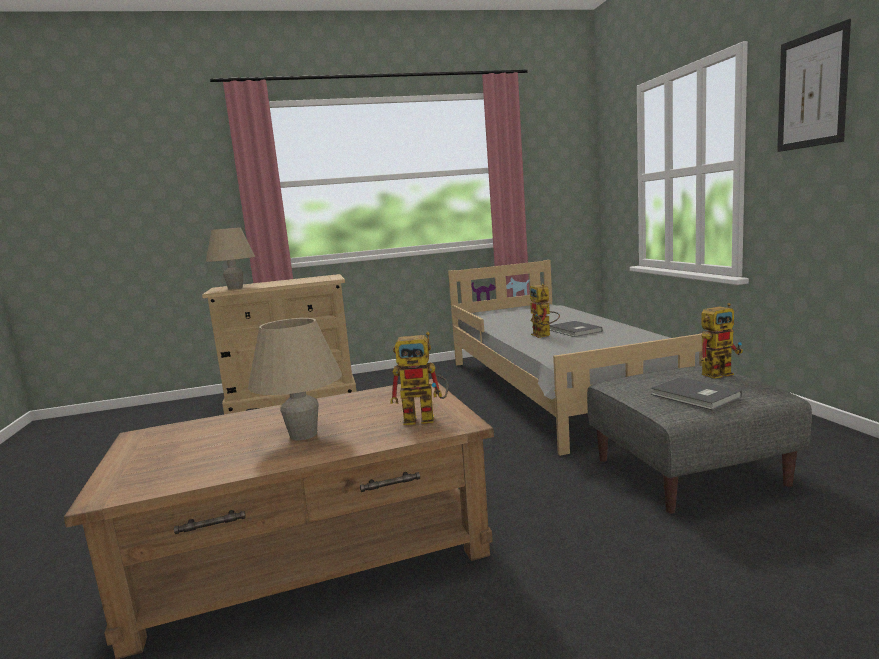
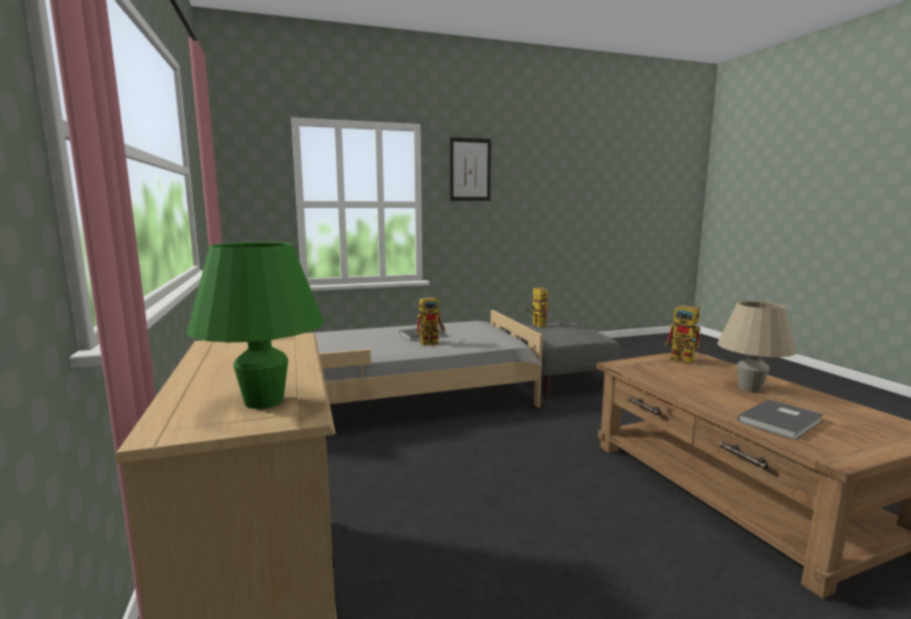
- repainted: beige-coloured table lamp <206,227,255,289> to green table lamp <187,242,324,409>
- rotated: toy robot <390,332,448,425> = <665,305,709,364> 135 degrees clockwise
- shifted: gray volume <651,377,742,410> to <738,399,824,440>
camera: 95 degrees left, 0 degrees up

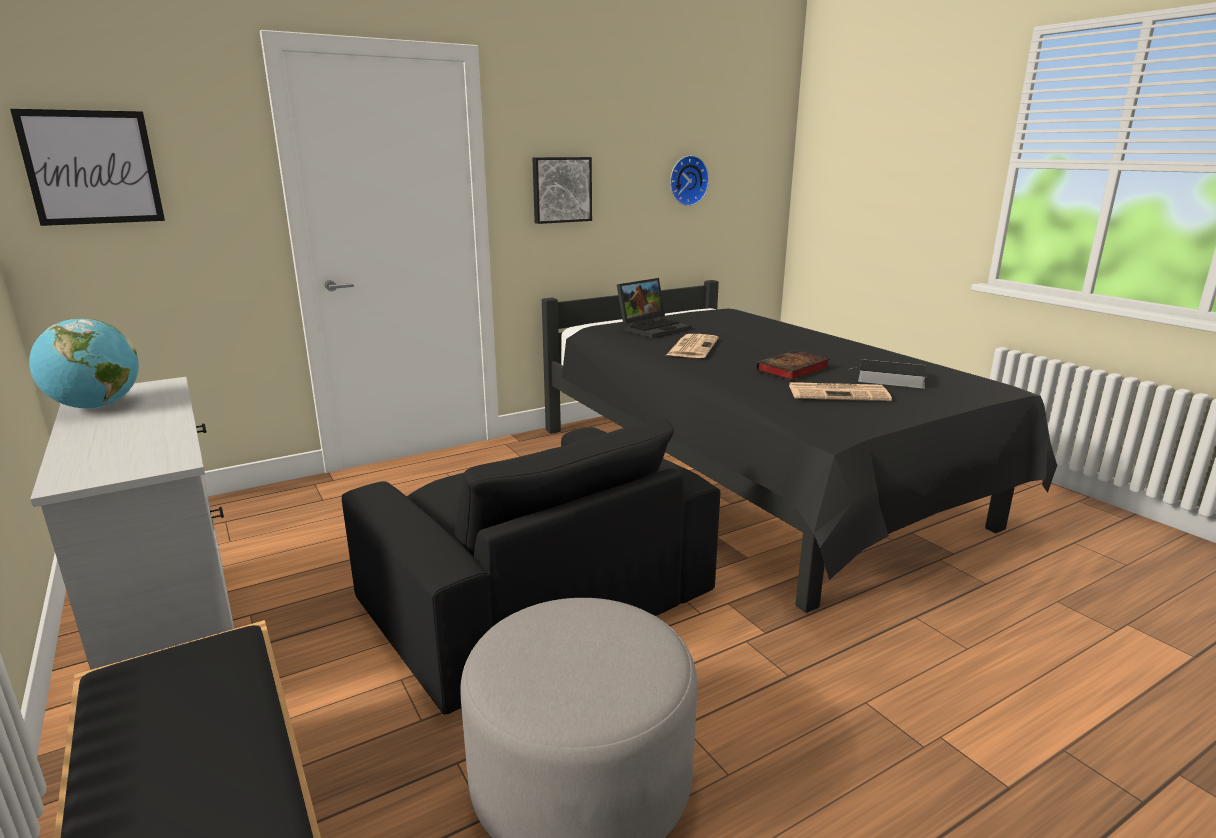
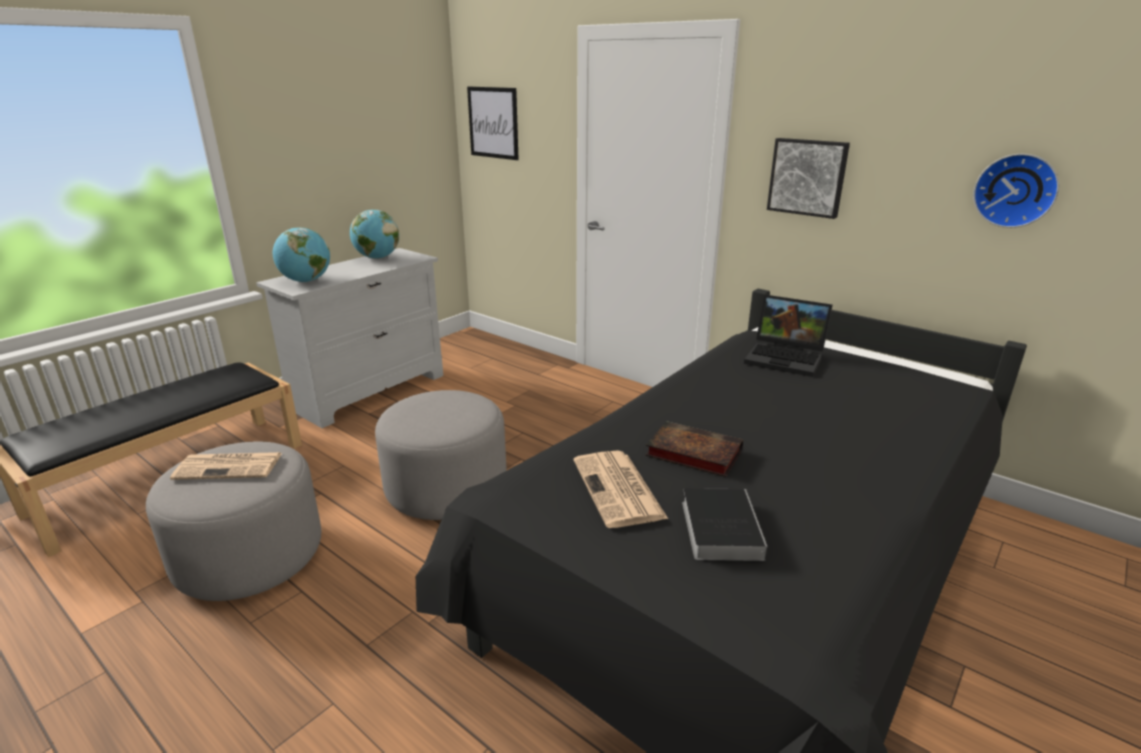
- swapped: black lounge chair <342,419,720,715> to gray ottoman <375,390,507,520>
- shifted: newspaper <666,334,718,358> to <170,452,282,480>
- new: desk globe <273,228,330,282>
camera: 70 degrees right, 5 degrees up

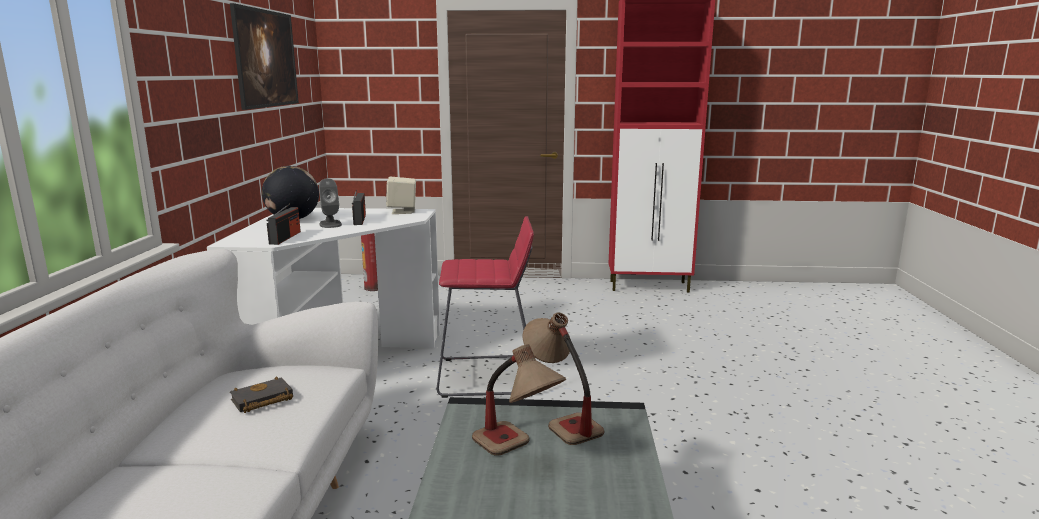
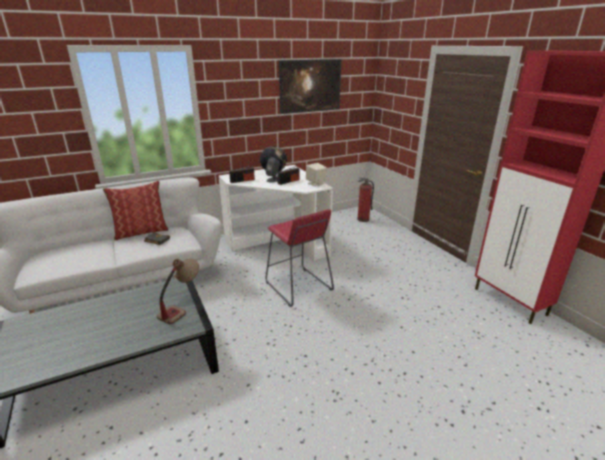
- gone: table lamp <472,344,566,456>
- new: throw pillow <103,181,169,241>
camera: 60 degrees right, 10 degrees up

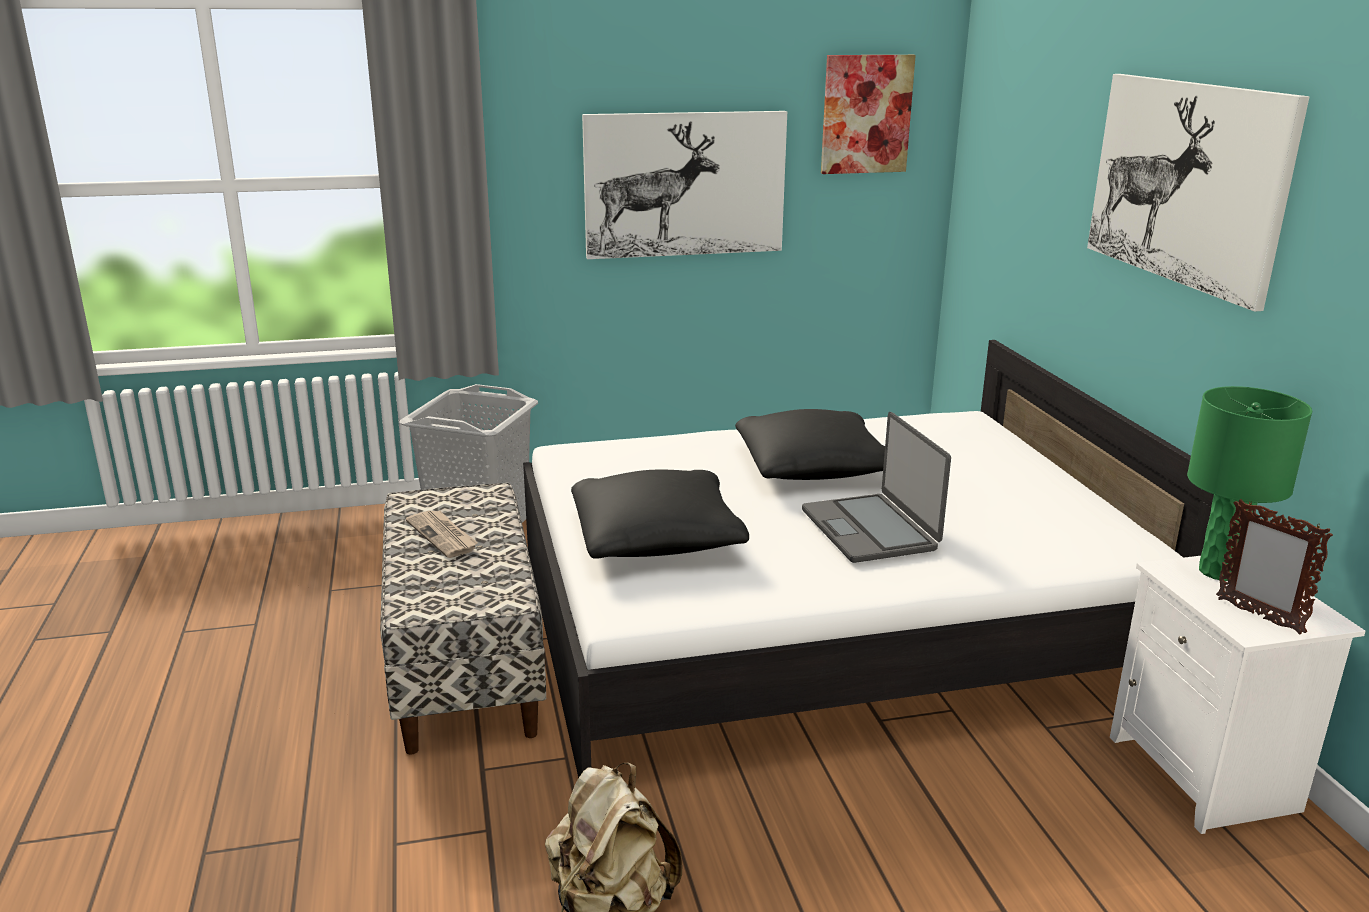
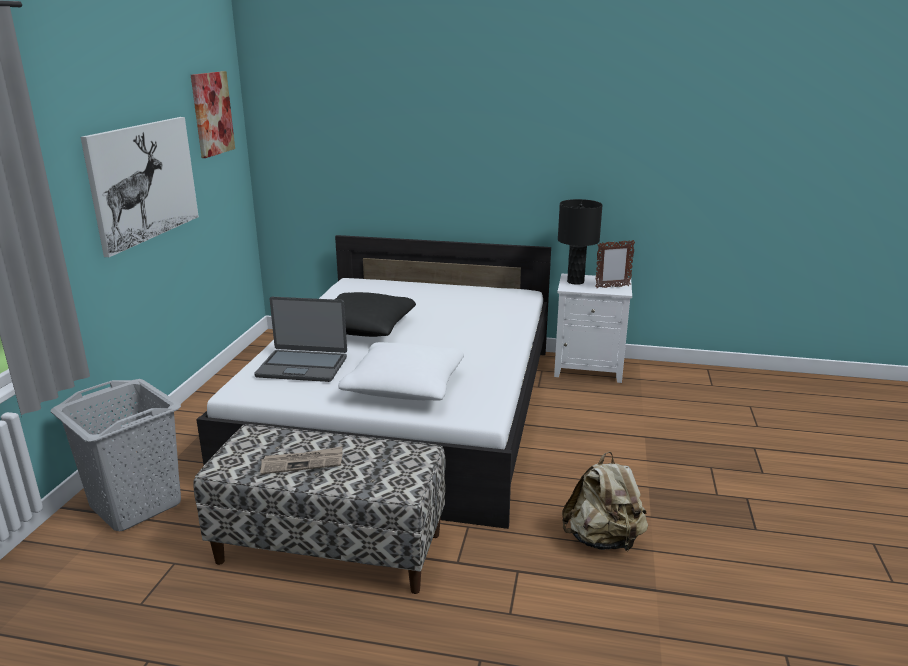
- repainted: black throw pillow <571,470,749,559> to white throw pillow <338,342,464,401>
- shifted: notebook computer <802,412,951,563> to <254,297,347,382>
- gone: wall art <1087,74,1309,312>
- repainted: green table lamp <1187,386,1312,581> to black table lamp <558,199,603,285>
camera: 65 degrees left, 0 degrees up

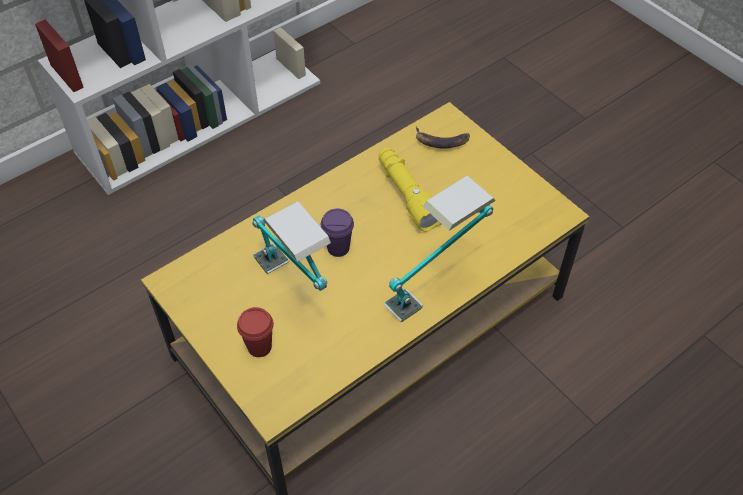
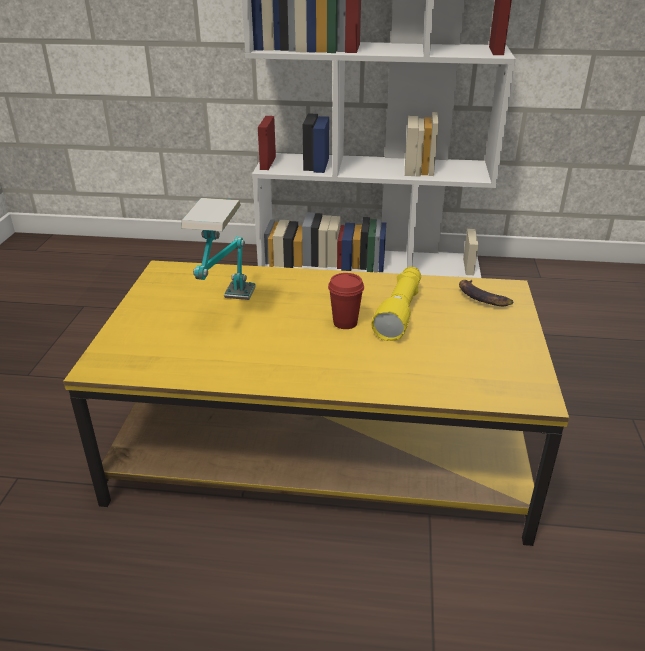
- shifted: red drinking cup <237,307,274,357> to <328,273,364,329>
- gone: purple drinking cup <321,208,354,257>
- gone: table lamp <384,175,496,322>
camera: 45 degrees right, 20 degrees down

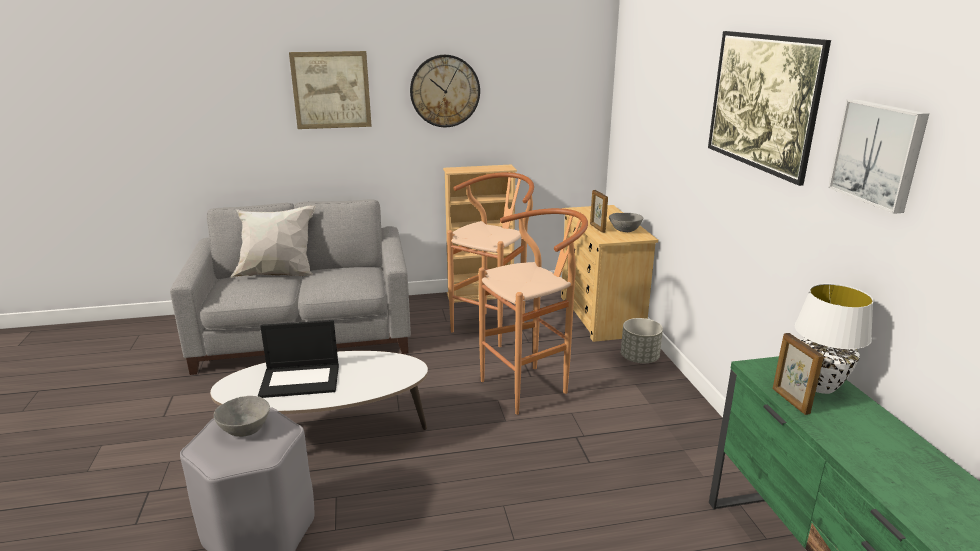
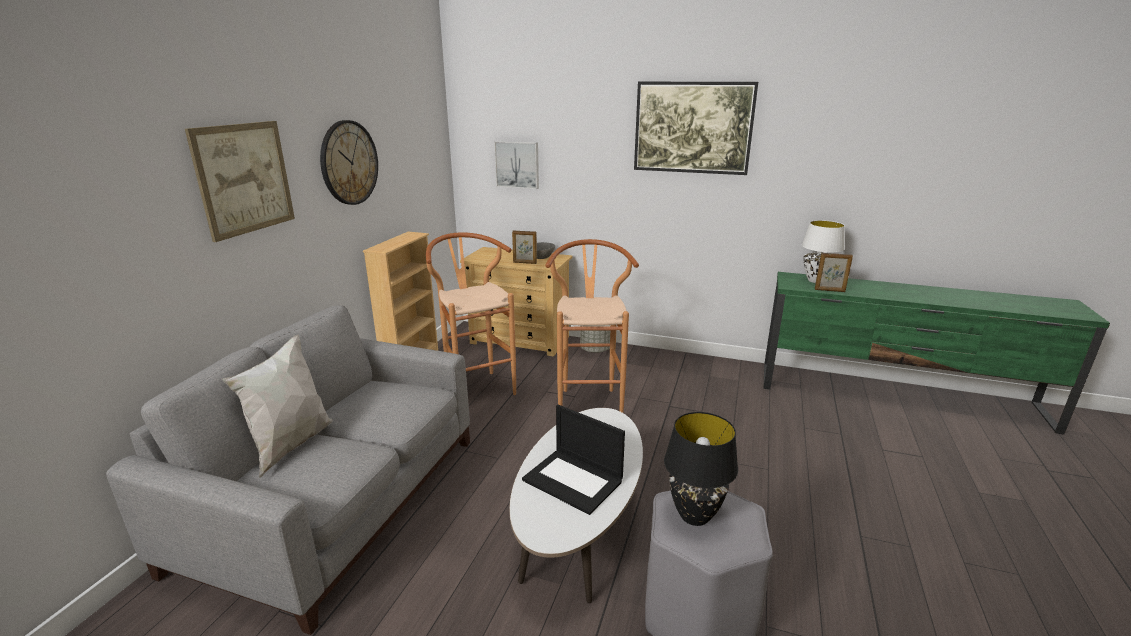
- swapped: gray serving bowl <214,396,270,437> to black table lamp <664,412,738,526>
- rotated: notebook computer <258,320,339,398> = <522,405,625,515> 105 degrees clockwise
- shifted: wall art <828,99,929,214> to <494,141,539,189>
camera: 60 degrees left, 0 degrees up

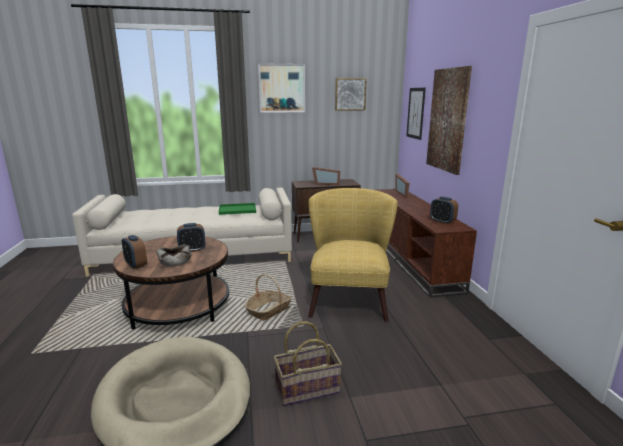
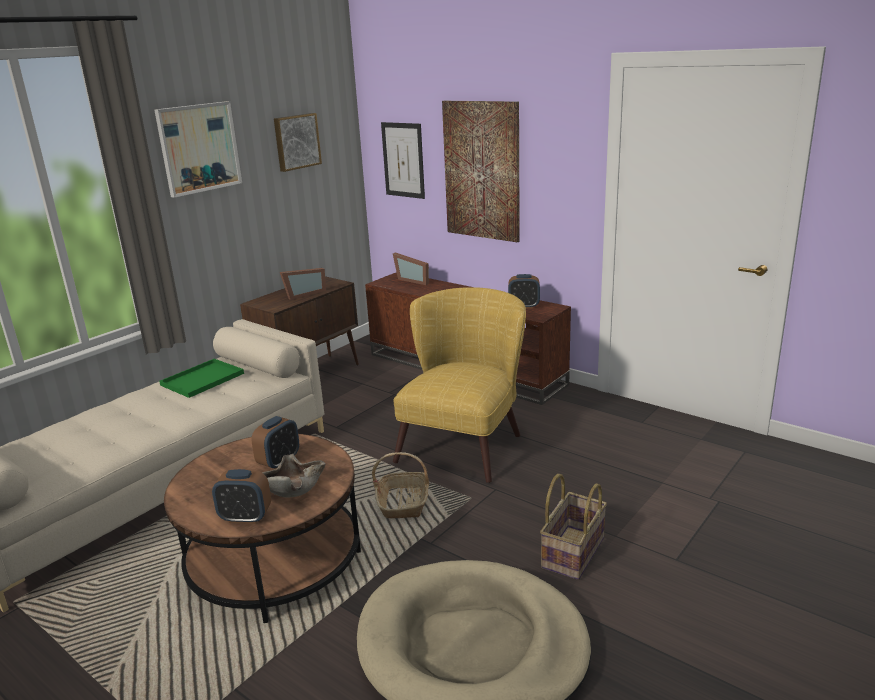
- rotated: yellow lounge chair <308,188,397,322> = <393,287,526,483> 60 degrees clockwise
camera: 40 degrees left, 5 degrees up

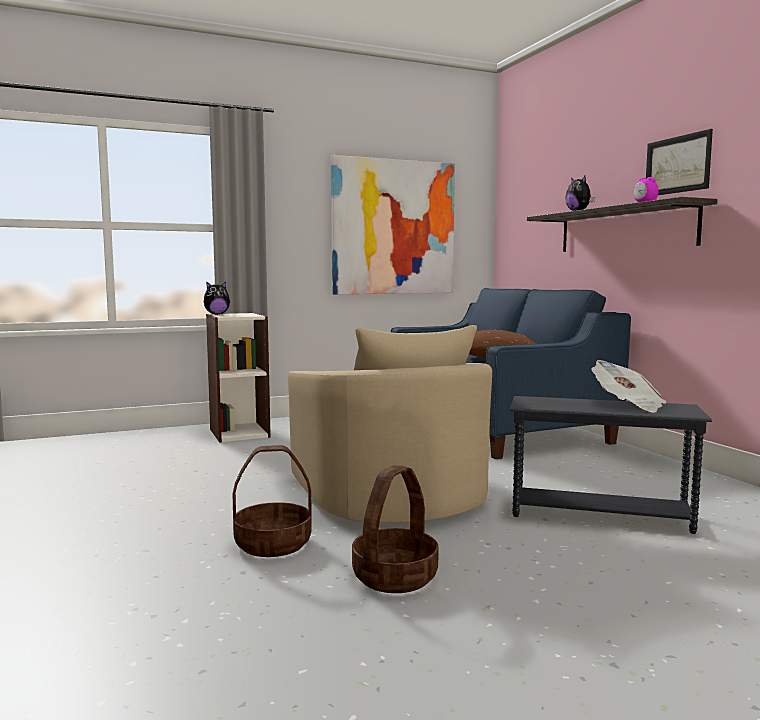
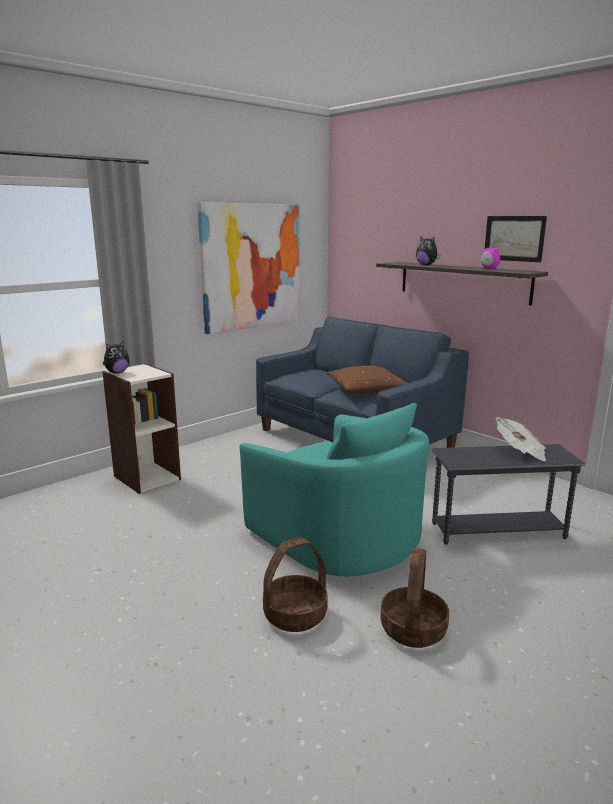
- repainted: beige-coloured lounge chair <288,325,492,523> to turquoise lounge chair <240,403,429,576>
camera: 20 degrees left, 10 degrees up

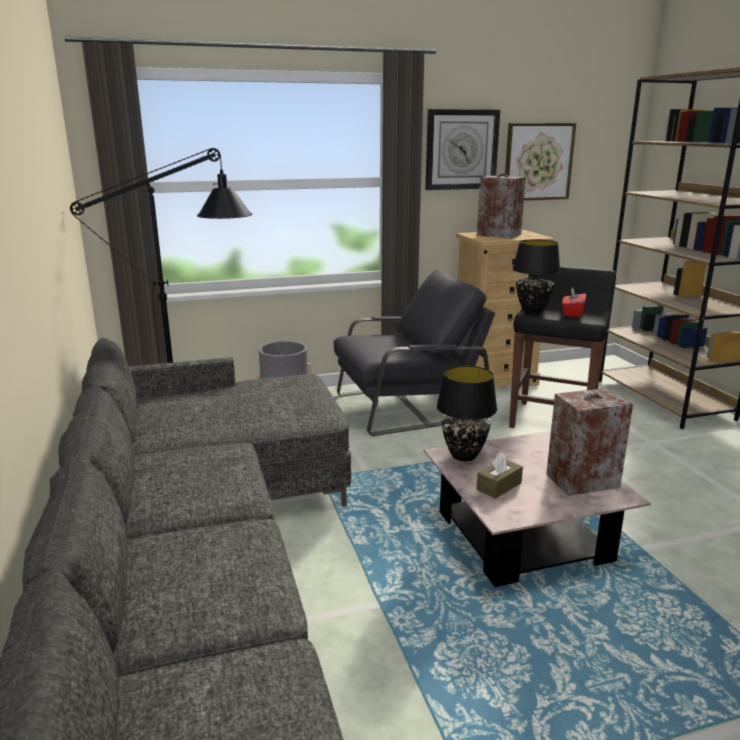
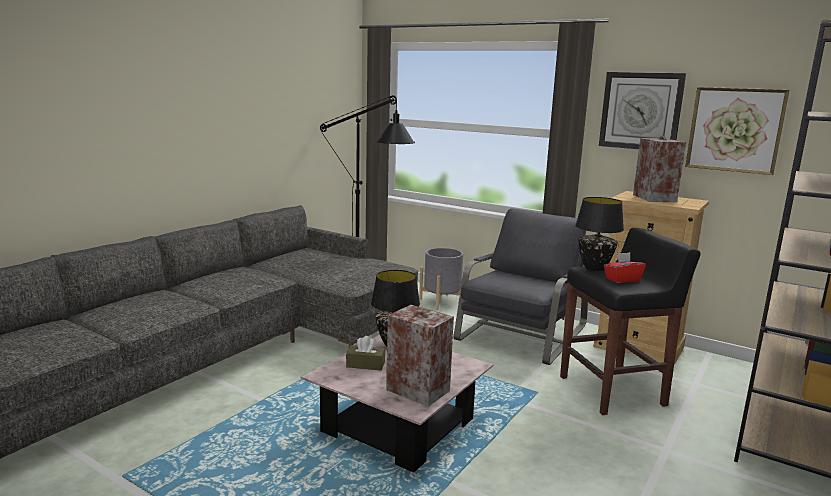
- rotated: gray lounge chair <334,270,495,436> = <454,208,588,365> 90 degrees counterclockwise
camera: 50 degrees right, 5 degrees down

